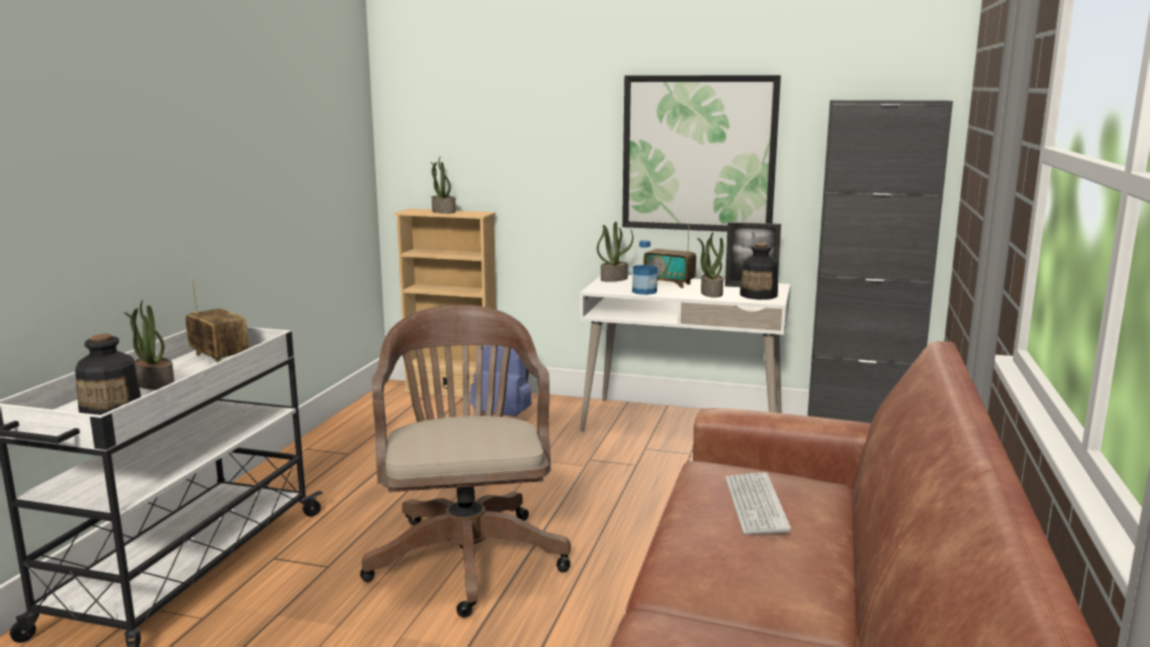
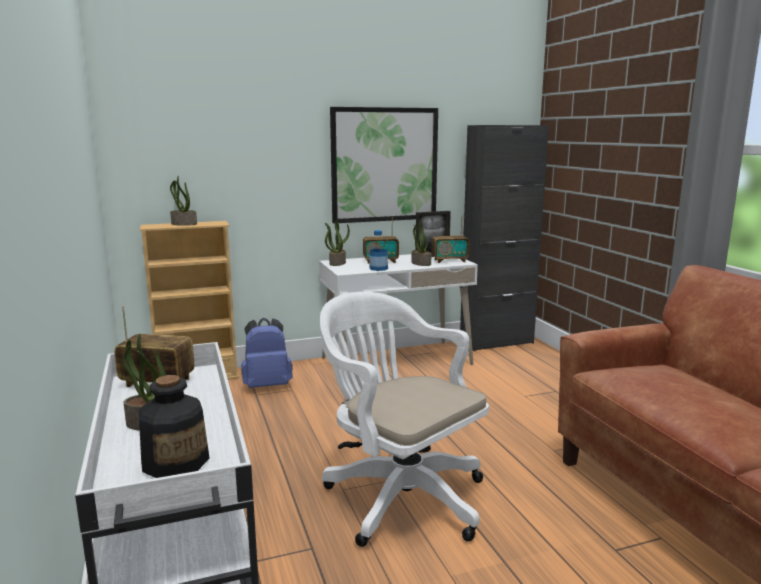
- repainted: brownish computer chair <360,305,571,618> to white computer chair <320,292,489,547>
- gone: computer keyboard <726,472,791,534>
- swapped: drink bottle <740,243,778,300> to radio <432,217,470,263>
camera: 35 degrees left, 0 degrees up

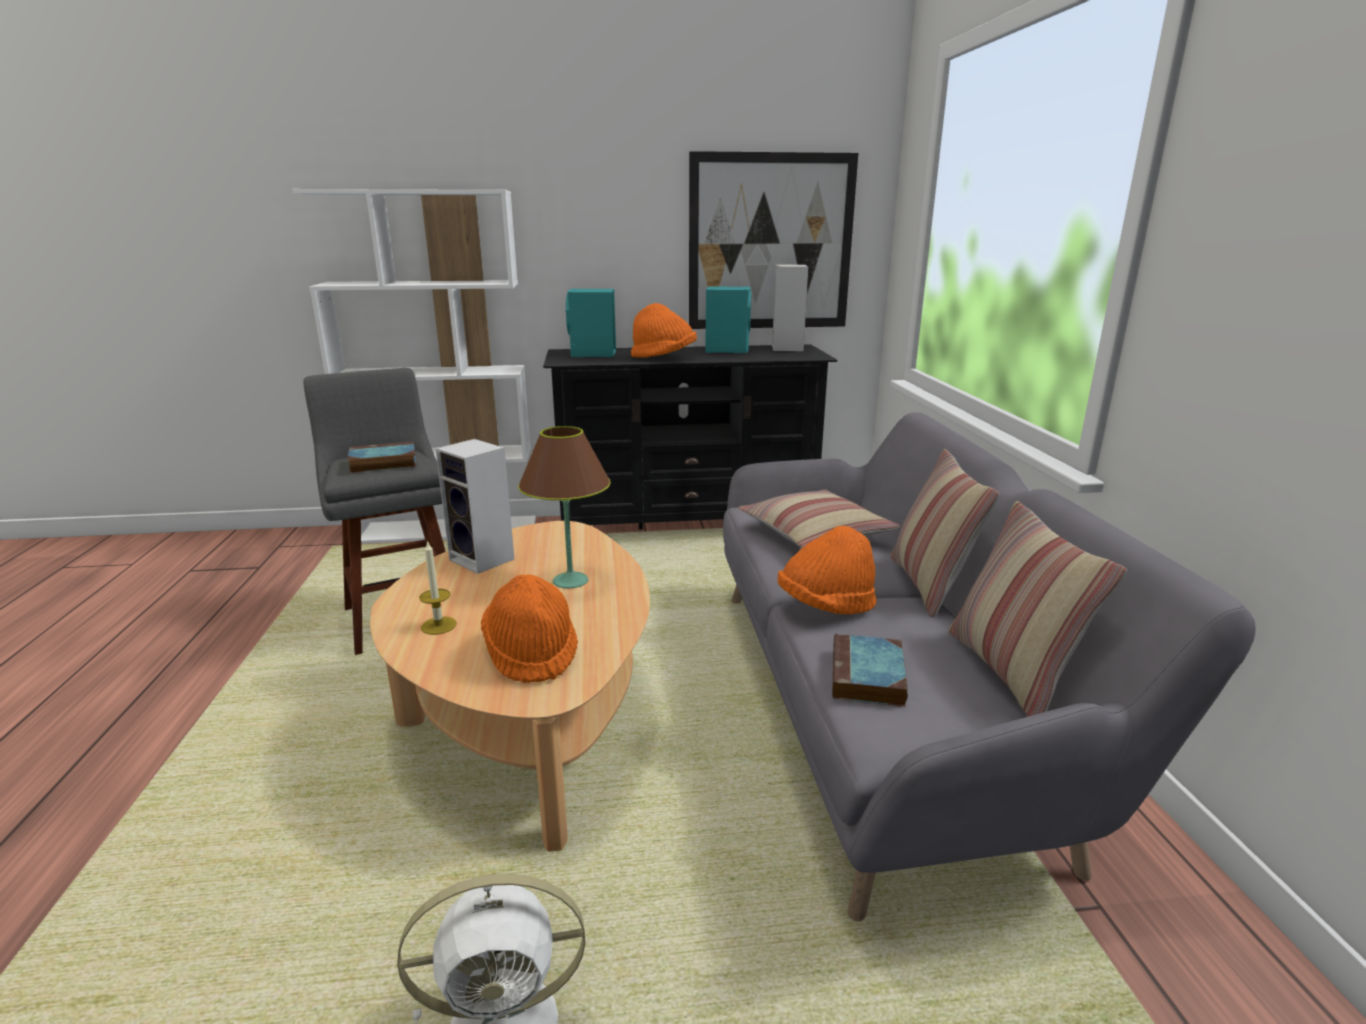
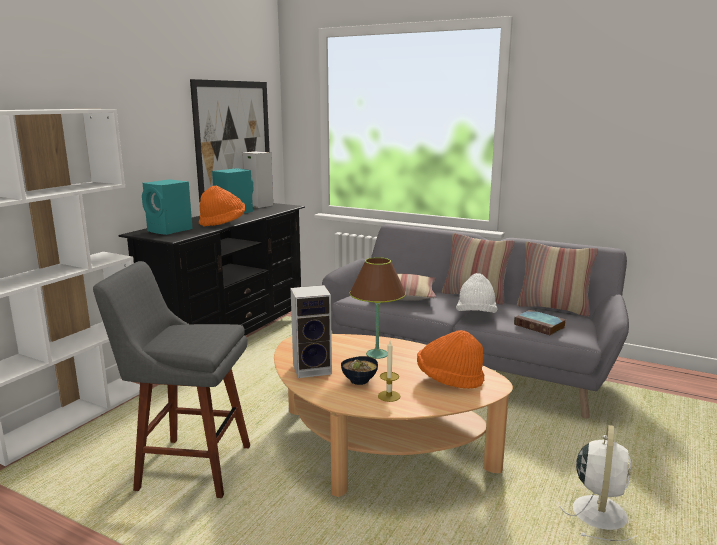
- gone: volume <347,441,417,473>
- repainted: orangey wearable hat <778,526,876,615> to white wearable hat <456,273,498,313>
- new: serving bowl <341,356,378,385>
camera: 55 degrees left, 5 degrees down

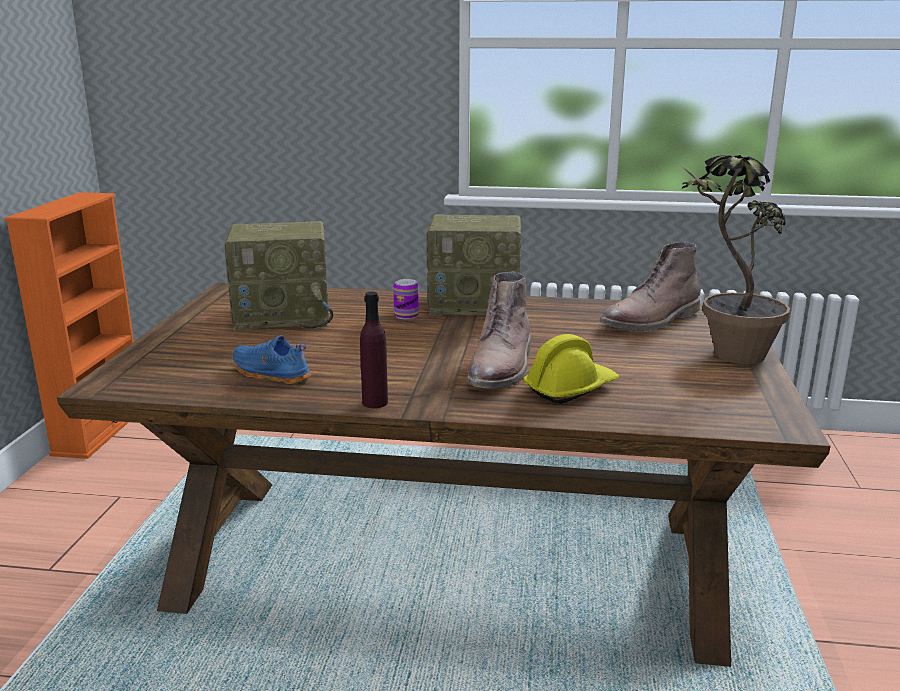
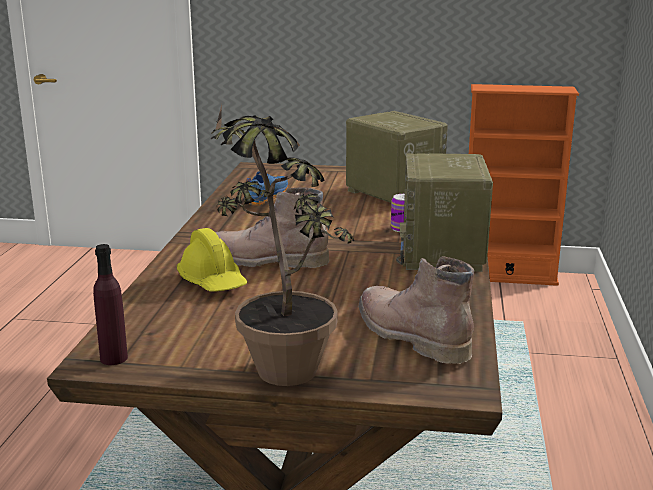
- rotated: radio <224,221,333,332> = <346,111,448,203> 150 degrees clockwise
- shifted: purple drink bottle <360,292,388,408> to <93,244,128,365>
camera: 90 degrees right, 0 degrees up

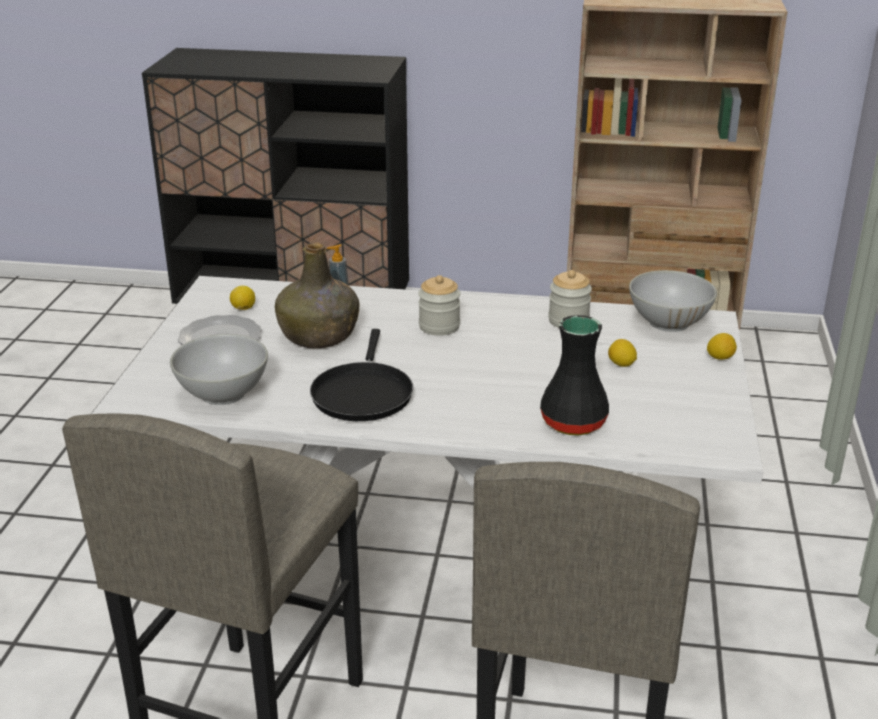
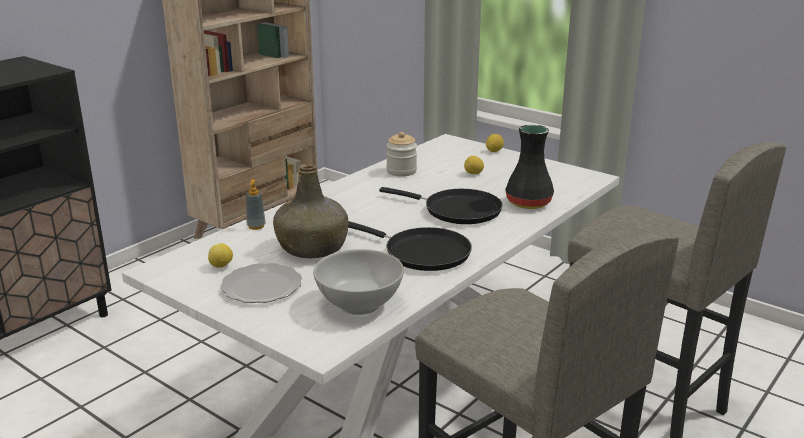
- gone: jar <418,275,460,336>
- gone: white serving bowl <629,270,717,332>
- new: black frying pan <379,187,502,224>
camera: 60 degrees left, 5 degrees down

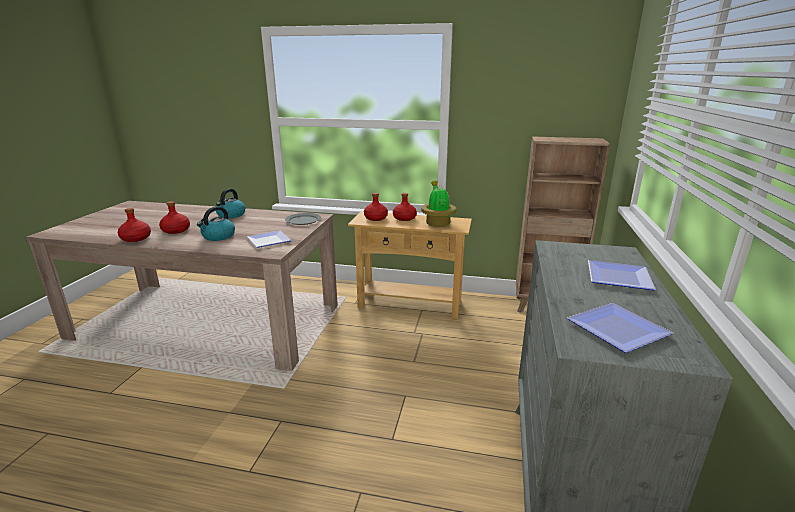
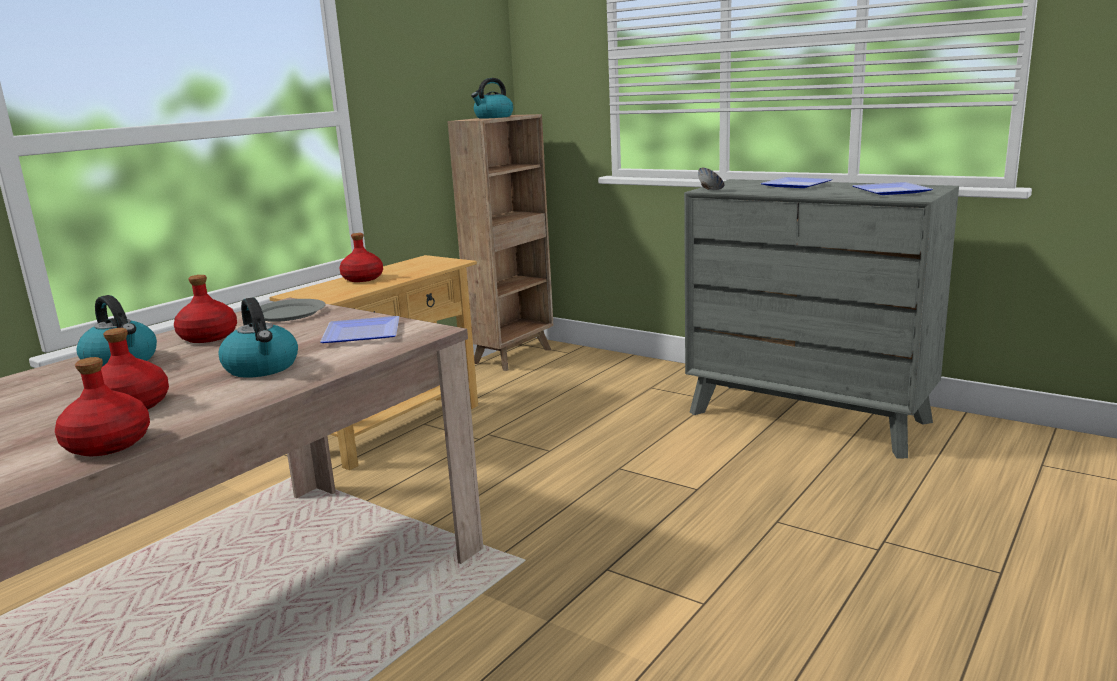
- shifted: red drink bottle <364,193,388,221> to <174,275,237,343>
- gone: potted plant <421,181,456,227>
- new: kettle <471,78,513,119>
- new: serving bowl <698,167,725,190>
camera: 65 degrees left, 5 degrees down

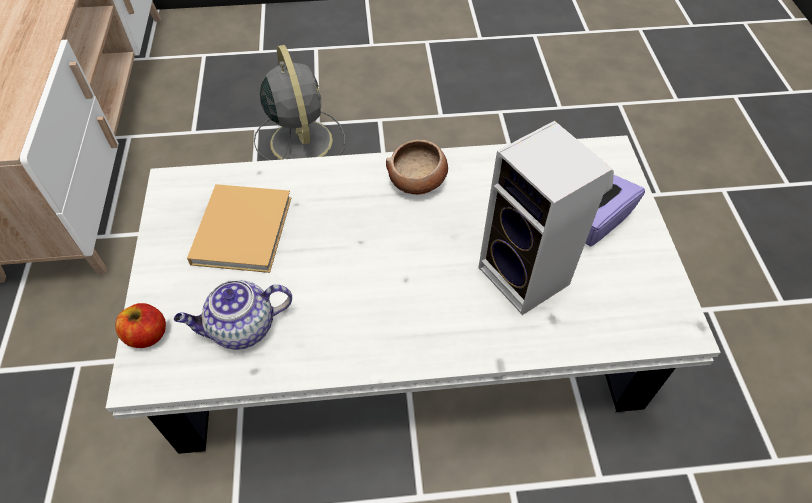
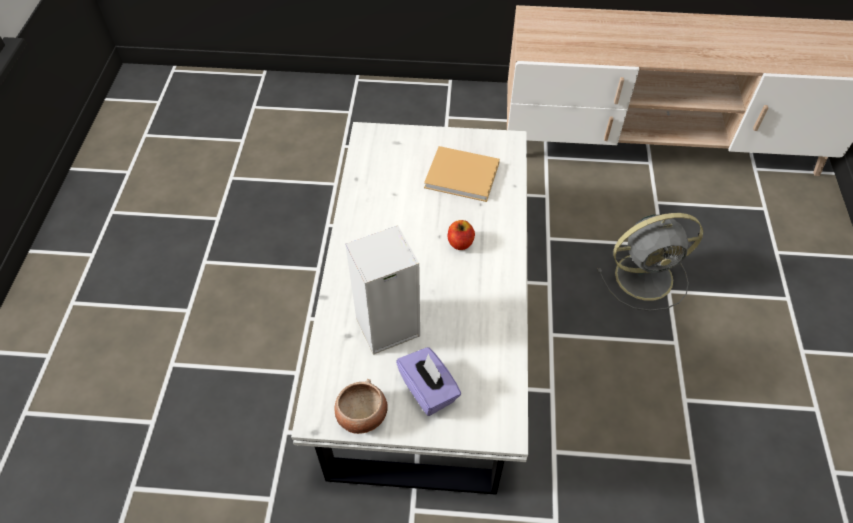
- shifted: whole apple <115,303,166,348> to <448,220,475,250>
- gone: teapot <174,280,292,350>
- shifted: serving bowl <386,140,448,195> to <334,379,388,434>
camera: 100 degrees right, 0 degrees up

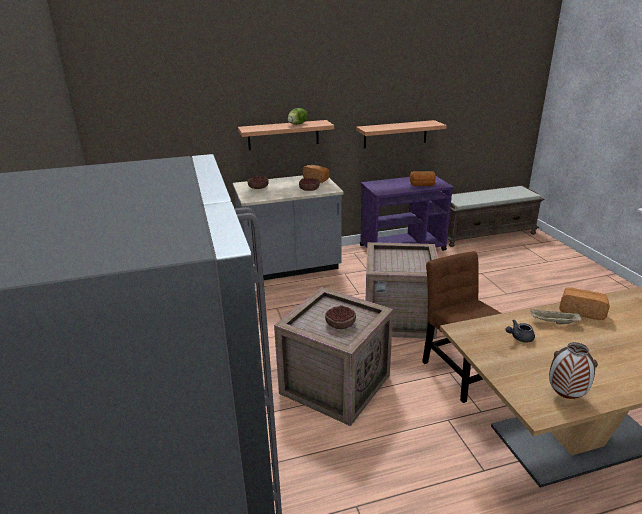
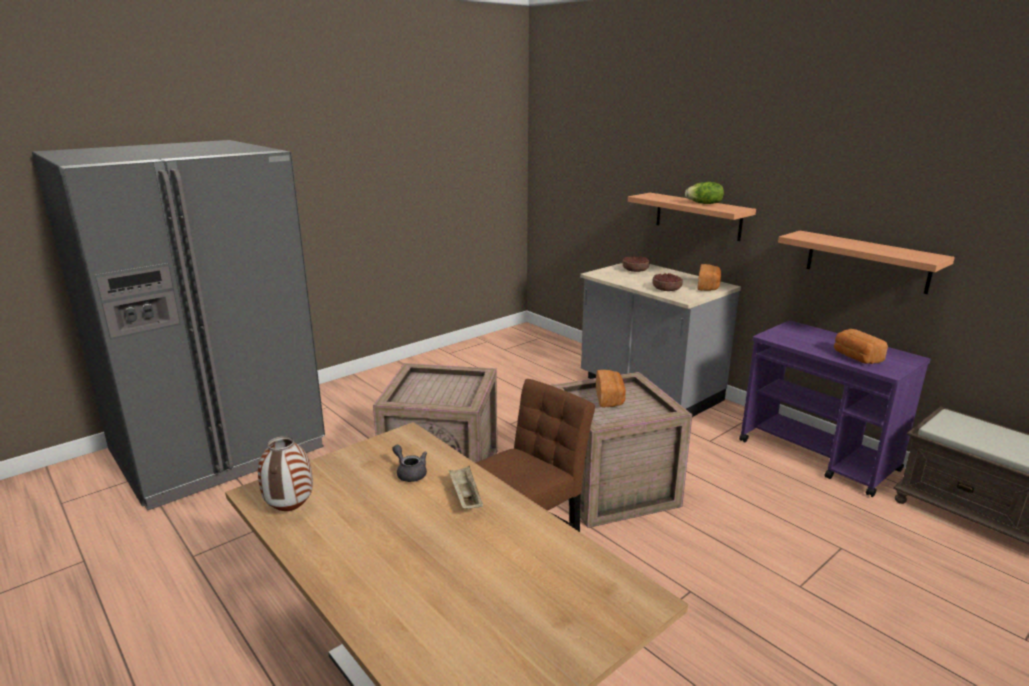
- gone: serving bowl <325,305,356,329>
- shifted: bread <559,288,610,320> to <596,370,626,408>
camera: 65 degrees right, 5 degrees down

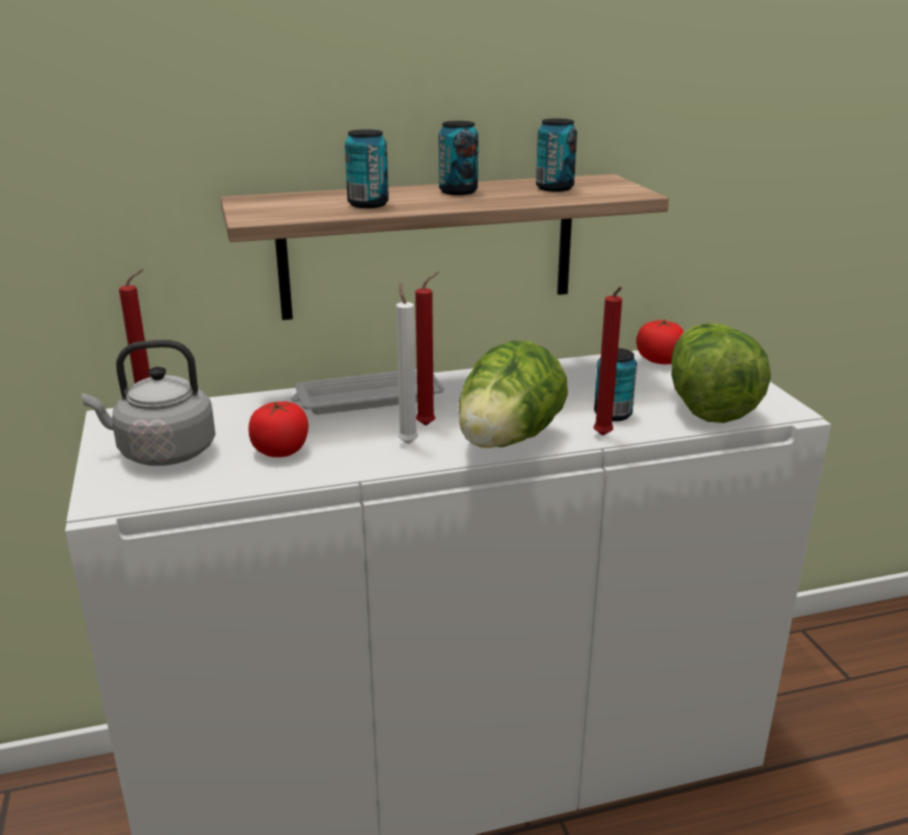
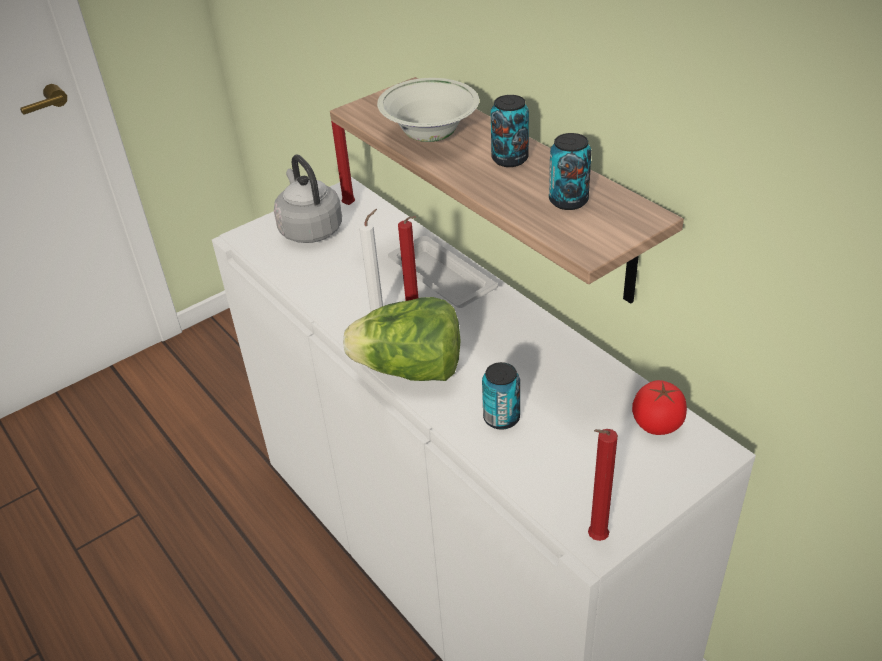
- gone: fresh tomato <249,402,308,457>
- swapped: metal can <345,129,389,208> to white serving bowl <377,78,479,142>
- shifted: red wax candle <593,287,622,436> to <588,429,618,541>
- gone: lettuce <671,323,771,423>
camera: 70 degrees right, 15 degrees up

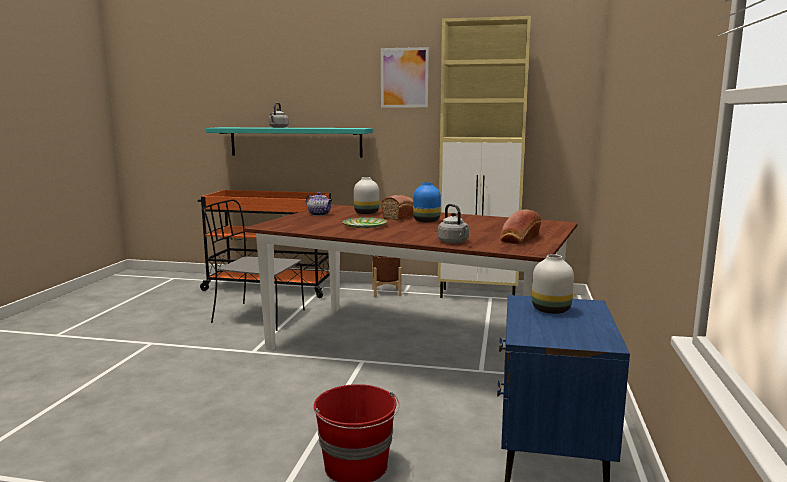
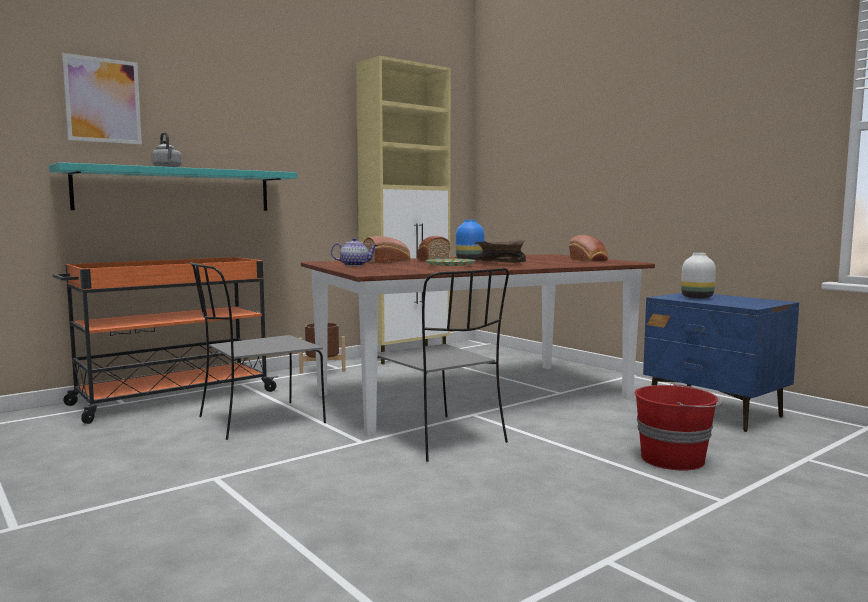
- swapped: white vase <354,177,379,214> to bread <363,236,411,263>
- shifted: wall art <381,47,429,107> to <62,53,142,144>
- gone: gray kettle <438,204,469,244>
- new: gray upright chair <377,268,509,462>
- new: brownish serving bowl <474,240,526,263>
camera: 50 degrees left, 5 degrees down

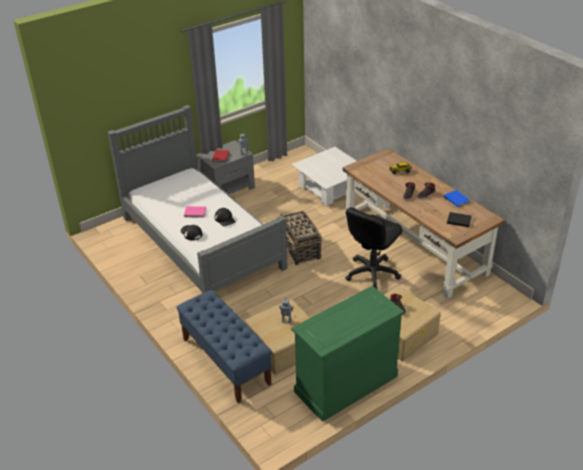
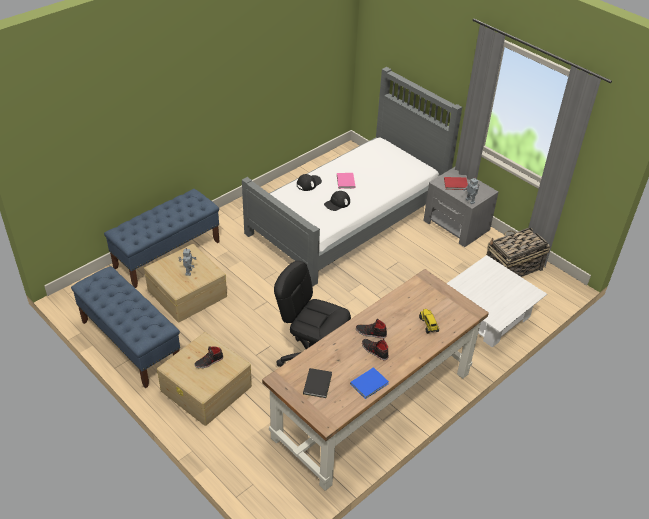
- shifted: basket <280,211,322,265> to <487,228,550,277>
- swapped: green dresser <291,286,404,422> to blue-coloured bench <71,266,180,388>
camera: 80 degrees right, 5 degrees up

